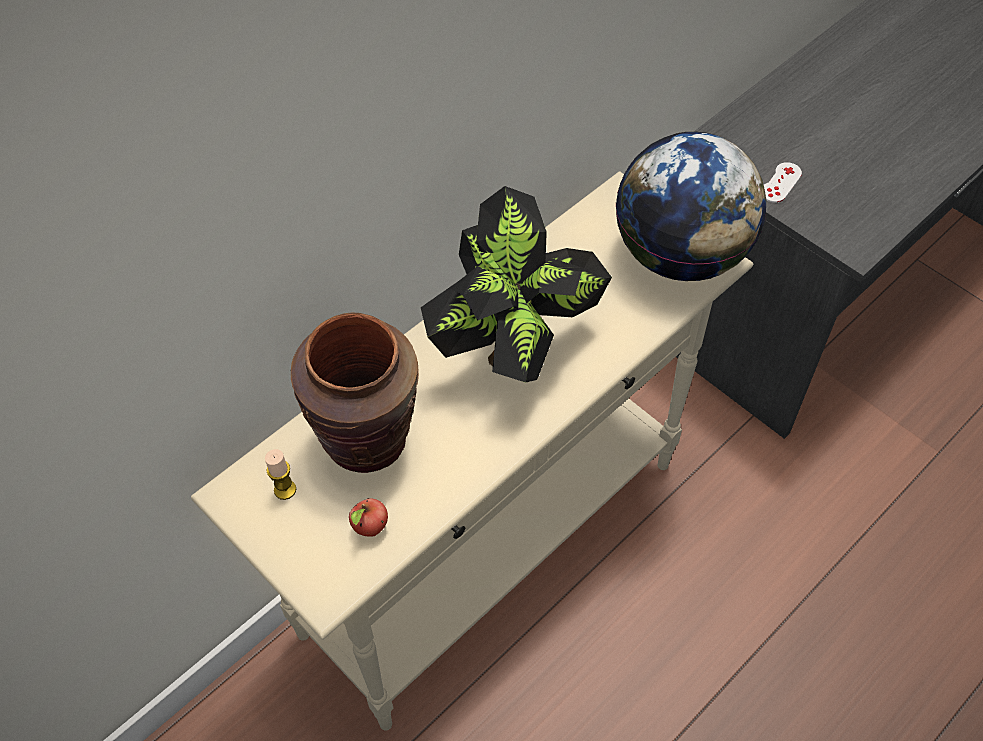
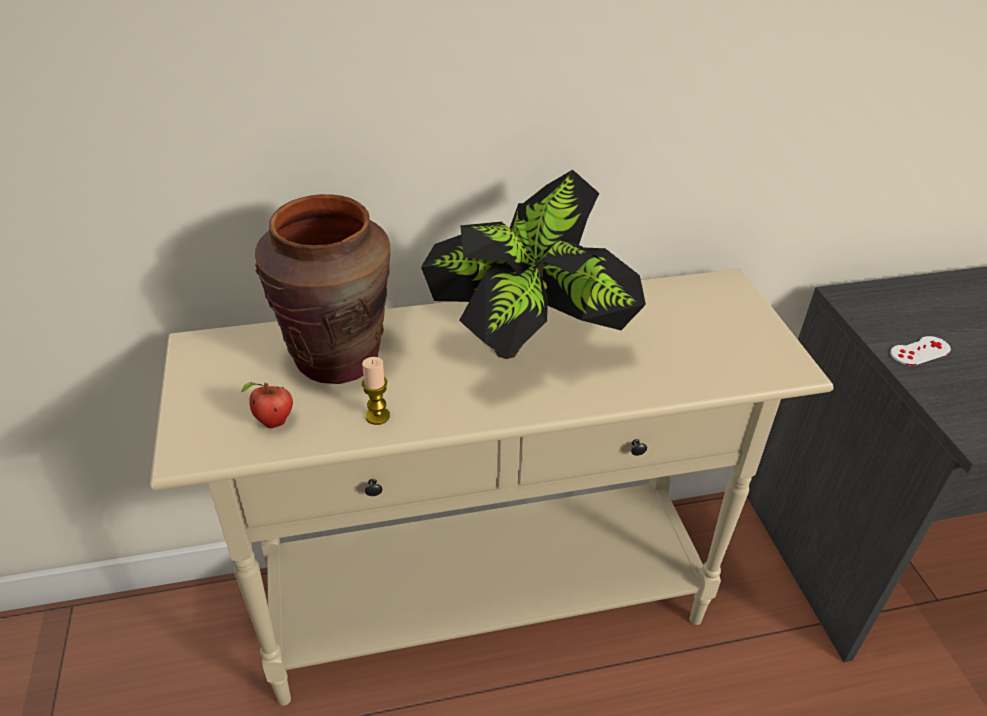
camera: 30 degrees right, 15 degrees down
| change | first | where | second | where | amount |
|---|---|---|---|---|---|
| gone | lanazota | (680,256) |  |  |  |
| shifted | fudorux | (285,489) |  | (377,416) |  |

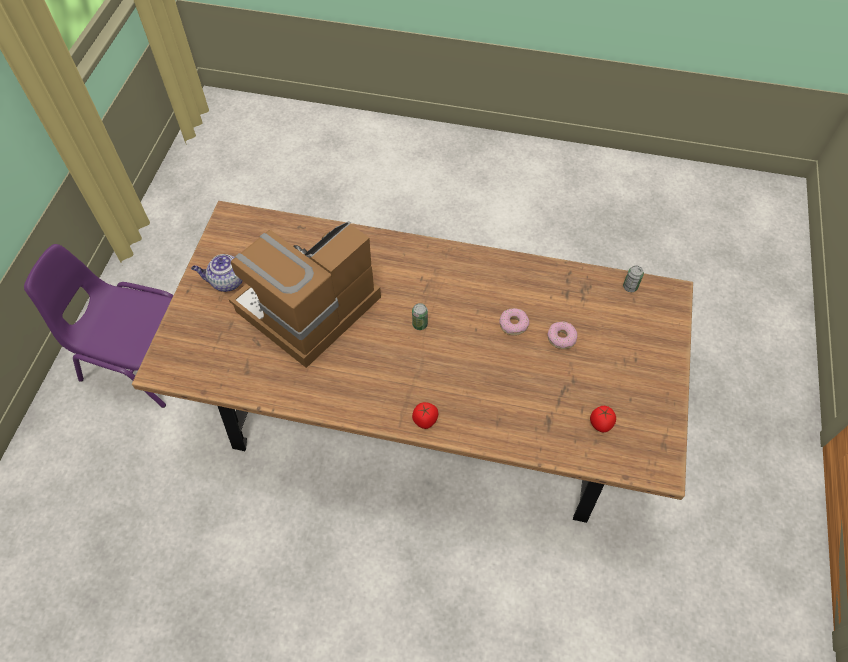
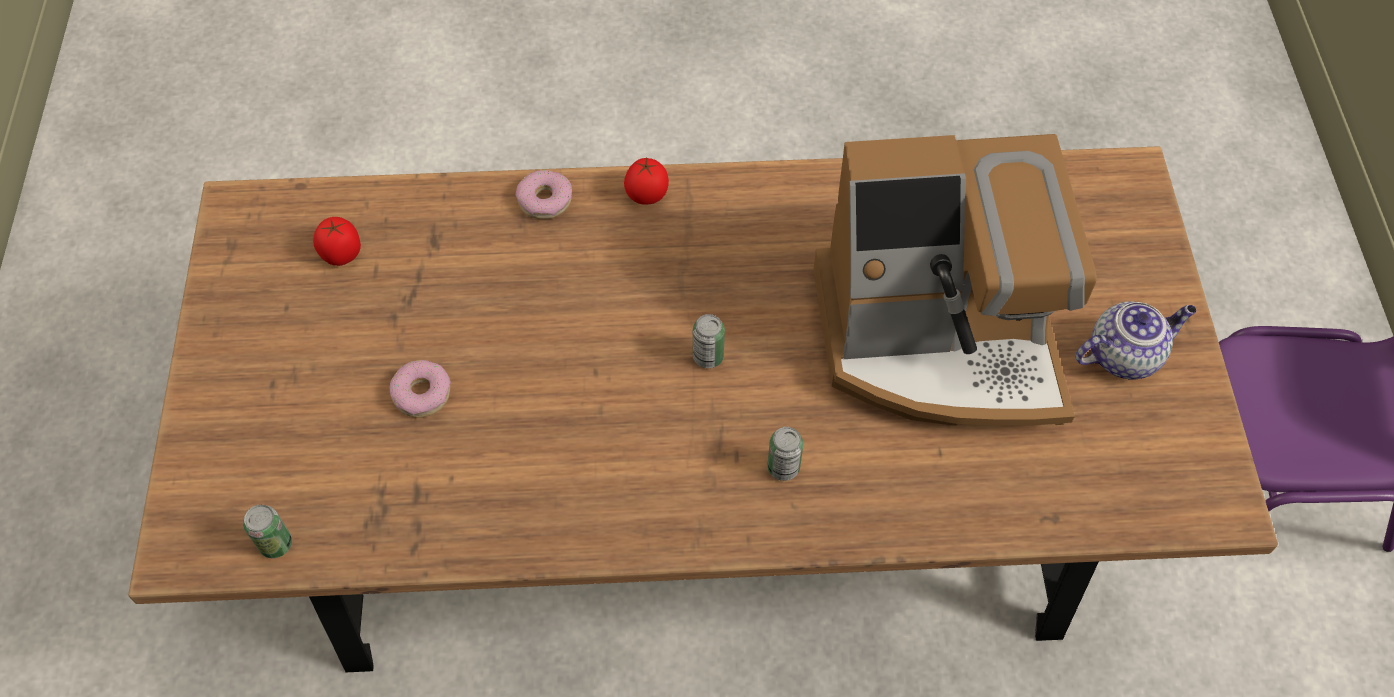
camera: 165 degrees right, 0 degrees up
| change | first | where | second | where | amount |
|---|---|---|---|---|---|
| new |  |  | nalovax | (783,467) |  |
| shifted | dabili | (513,324) |  | (545,200) |  |
| rotated | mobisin | (308,307) |  | (938,340) | 60 degrees clockwise |

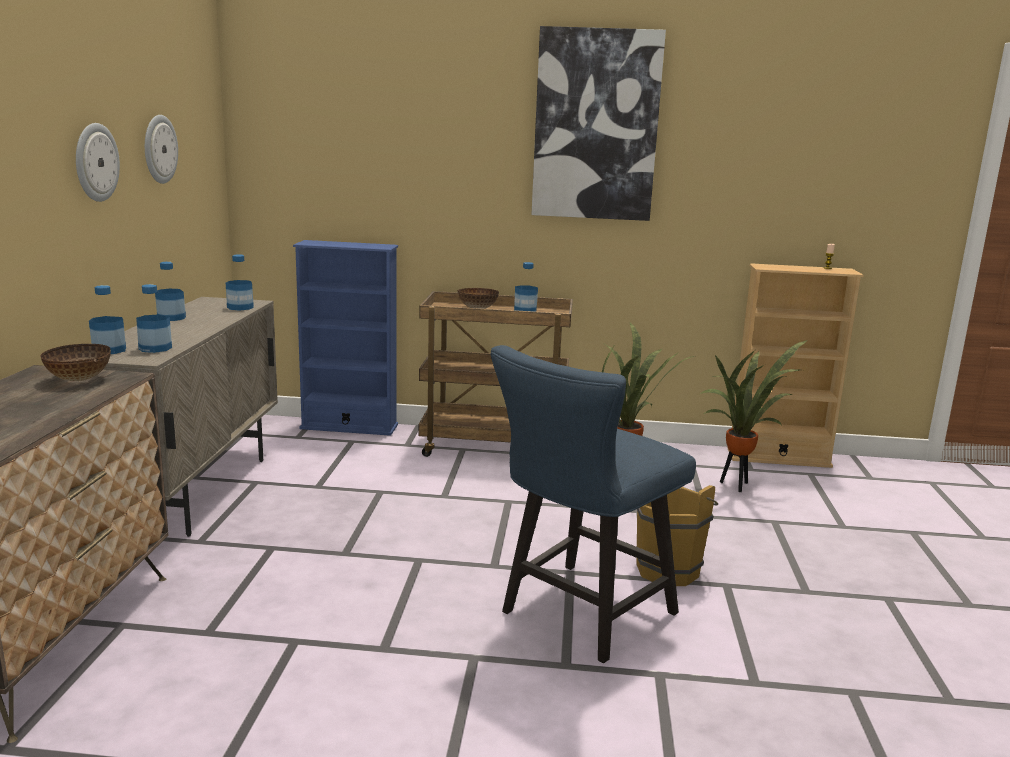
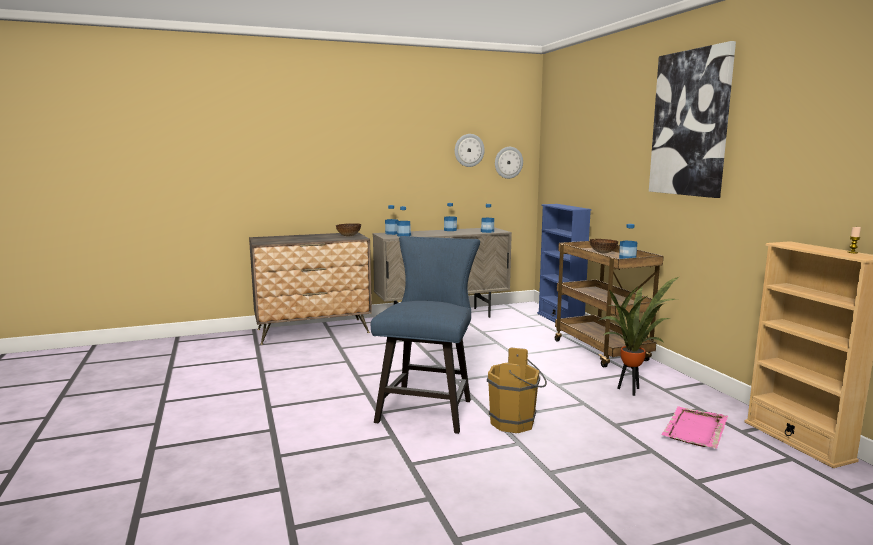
camera: 65 degrees right, 5 degrees down
| change | first | where | second | where | amount |
|---|---|---|---|---|---|
| shifted | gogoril | (95,162) |  | (508,162) |  |
| swapped | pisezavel | (737,486) | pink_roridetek | (694,430) |  |
| rotated | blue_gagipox | (580,616) |  | (428,408) | 90 degrees clockwise |

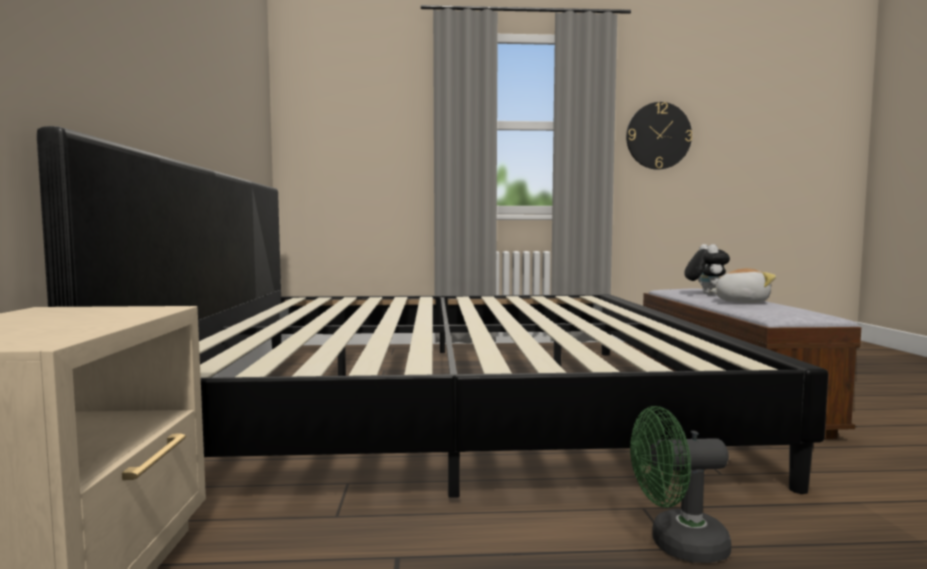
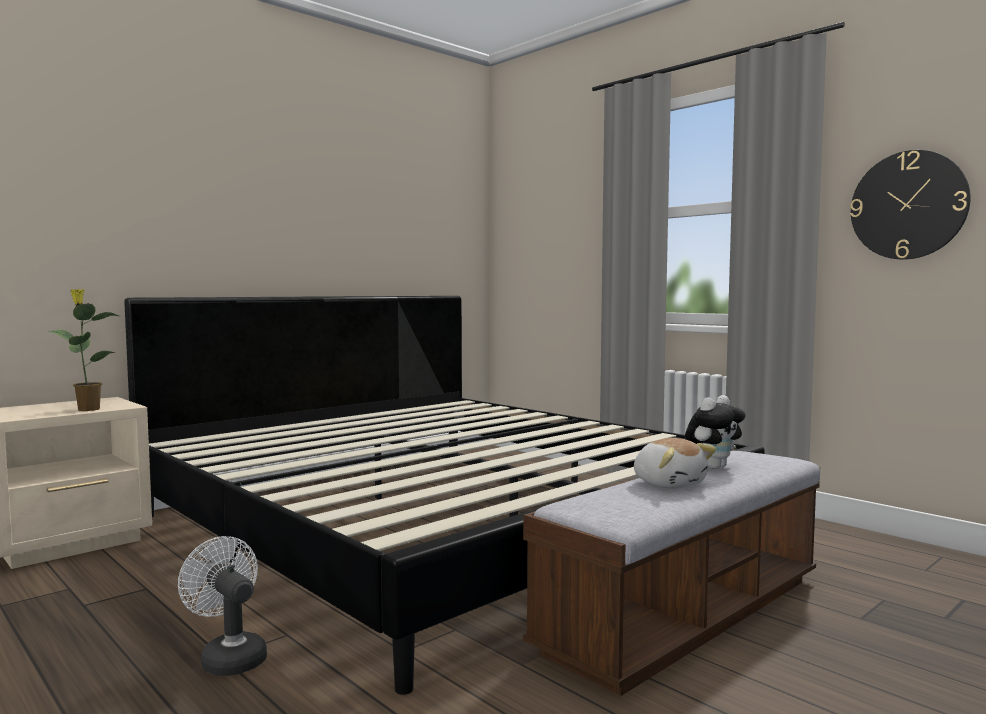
camera: 50 degrees right, 0 degrees up
| change | first | where | second | where | amount |
|---|---|---|---|---|---|
| new |  |  | pisezavel | (87,409) |  |
| repainted | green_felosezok | (677,545) | white_felosezok | (229,657) |  |

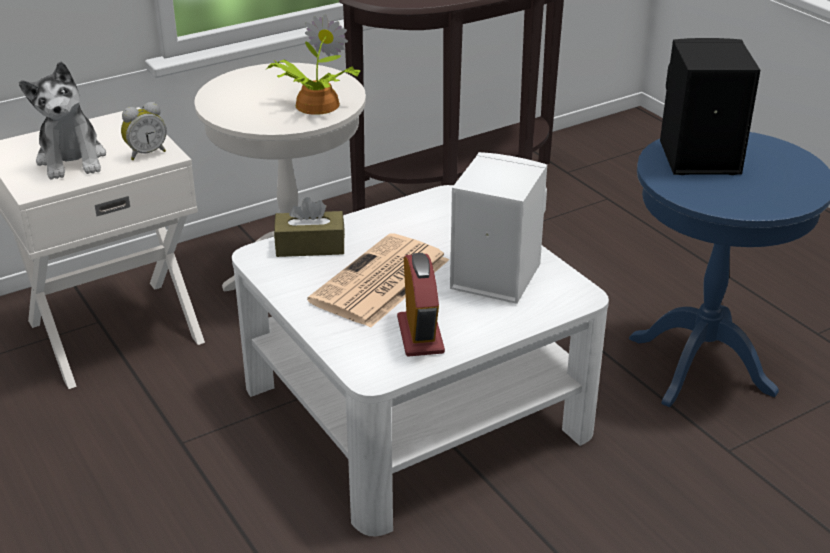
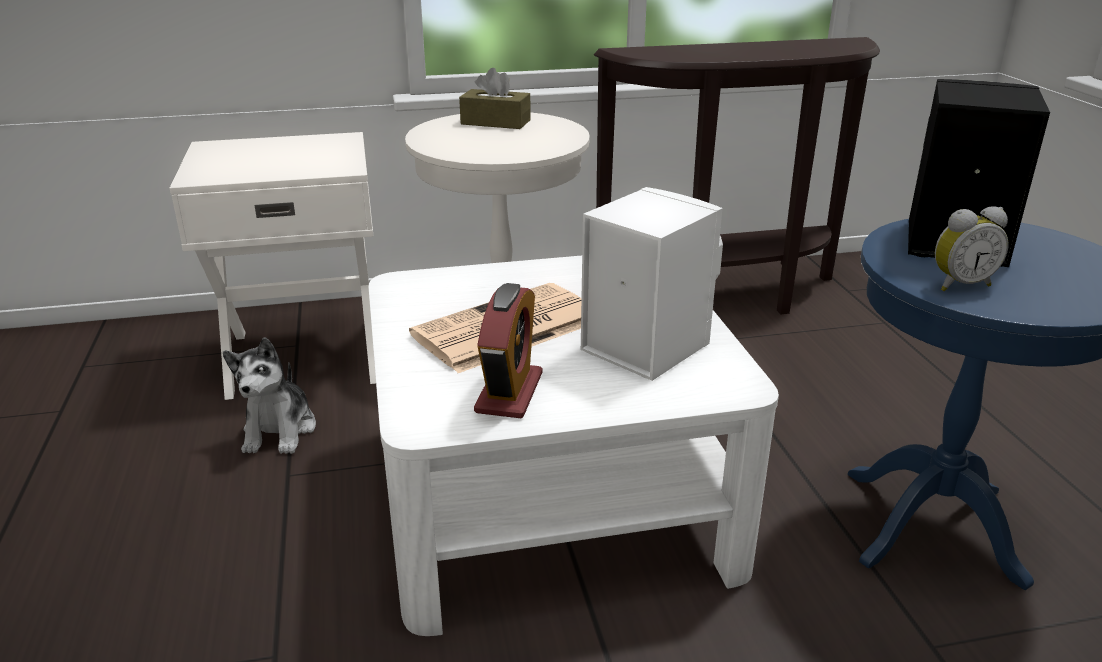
camera: 20 degrees right, 5 degrees down
| change | first | where | second | where | amount |
|---|---|---|---|---|---|
| gone | pisezavel | (314,105) |  |  |  |
| shifted | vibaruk | (72,159) |  | (280,431) |  |
| shifted | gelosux | (146,153) |  | (959,284) |  |
| shifted | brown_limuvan | (310,246) |  | (495,122) |  |

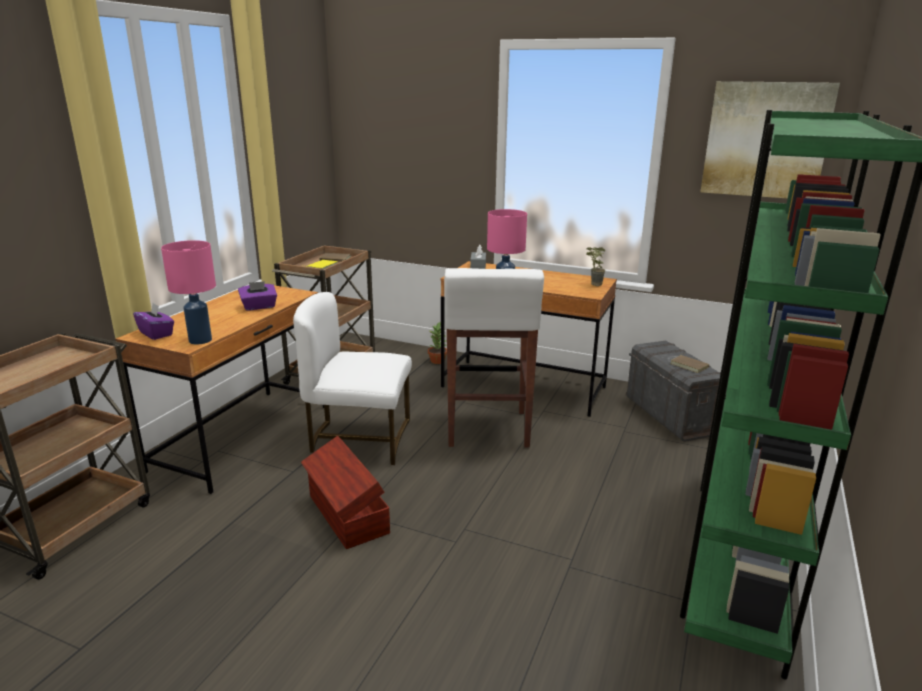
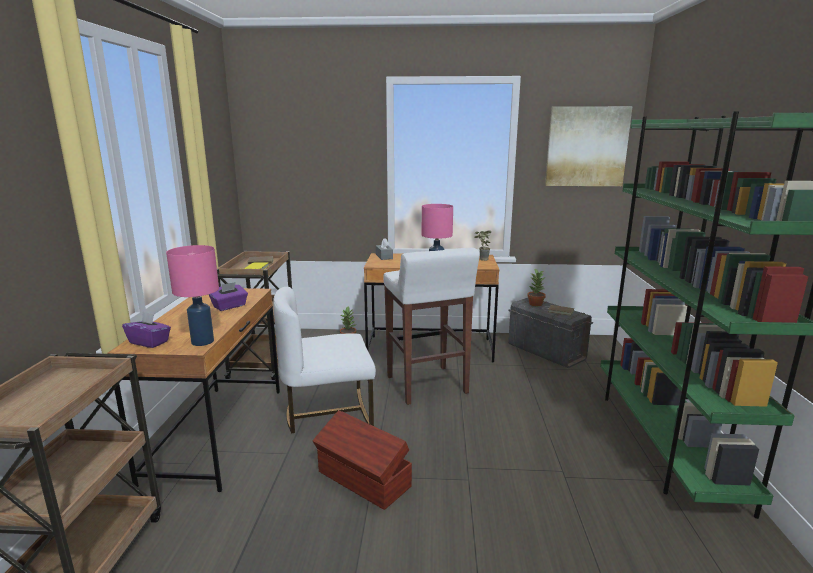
camera: 20 degrees left, 5 degrees down
| change | first | where | second | where | amount |
|---|---|---|---|---|---|
| new |  |  | pisezavel | (535,304) |  |

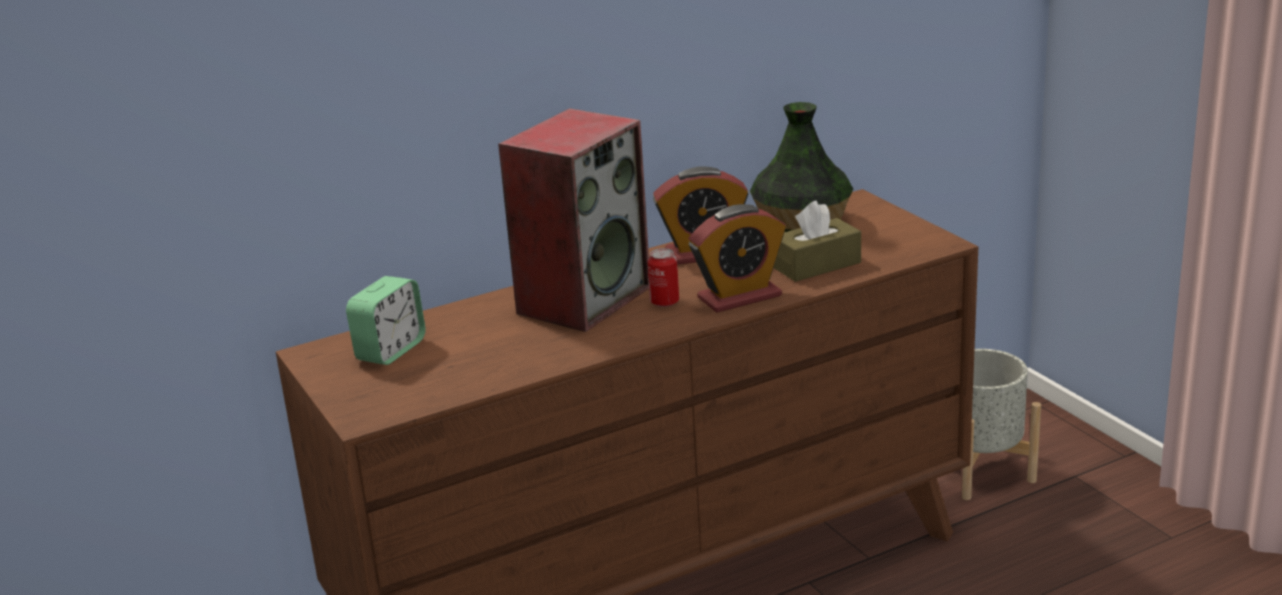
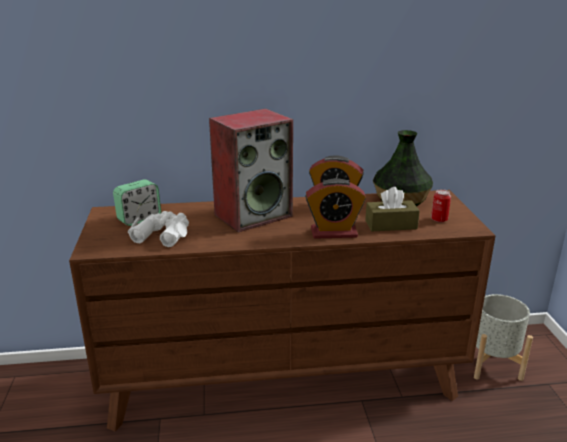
camera: 20 degrees right, 0 degrees up
| change | first | where | second | where | amount |
|---|---|---|---|---|---|
| new |  |  | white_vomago | (163,234) |  |
| shifted | nalovax | (664,302) |  | (439,219) |  |

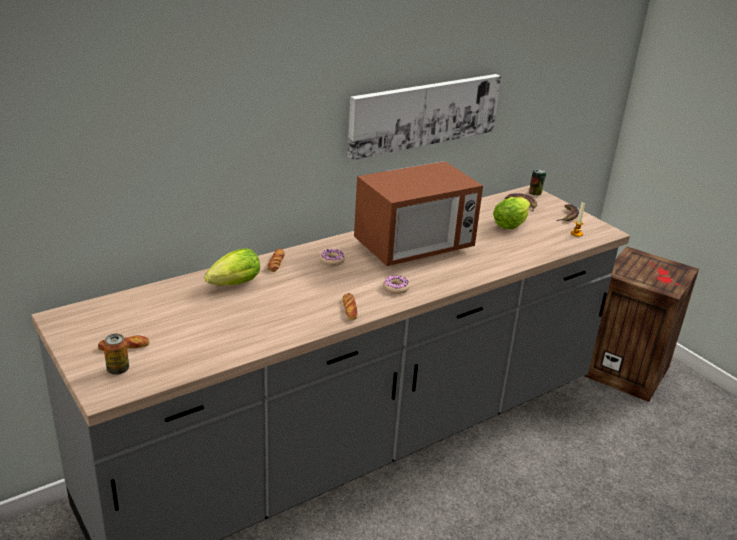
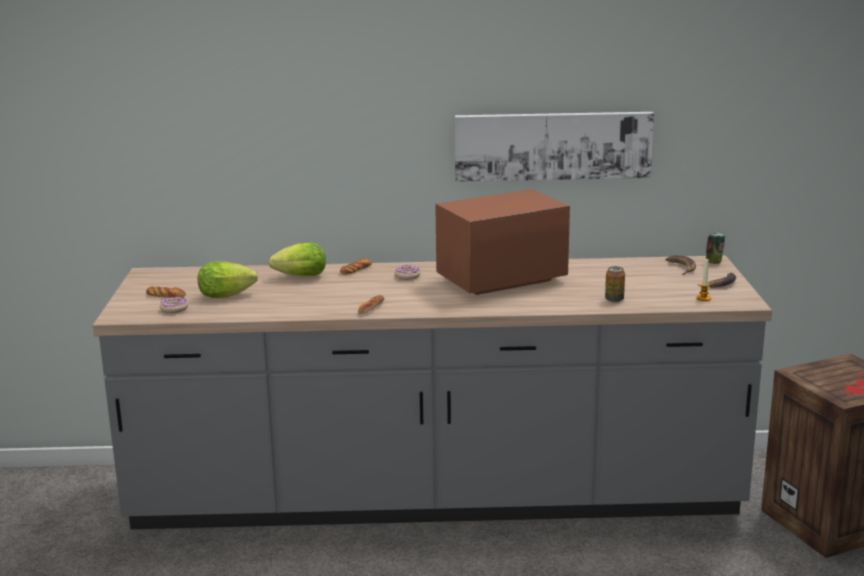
camera: 35 degrees right, 10 degrees down
| change | first | where | second | where | amount |
|---|---|---|---|---|---|
| shifted | nalovax | (118,369) |  | (614,299) |  |
| shifted | dabili | (395,288) |  | (174,309) |  |
| shifted | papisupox | (512,224) |  | (229,295) |  |
| rotated | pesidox | (414,247) |  | (501,280) | 150 degrees clockwise |

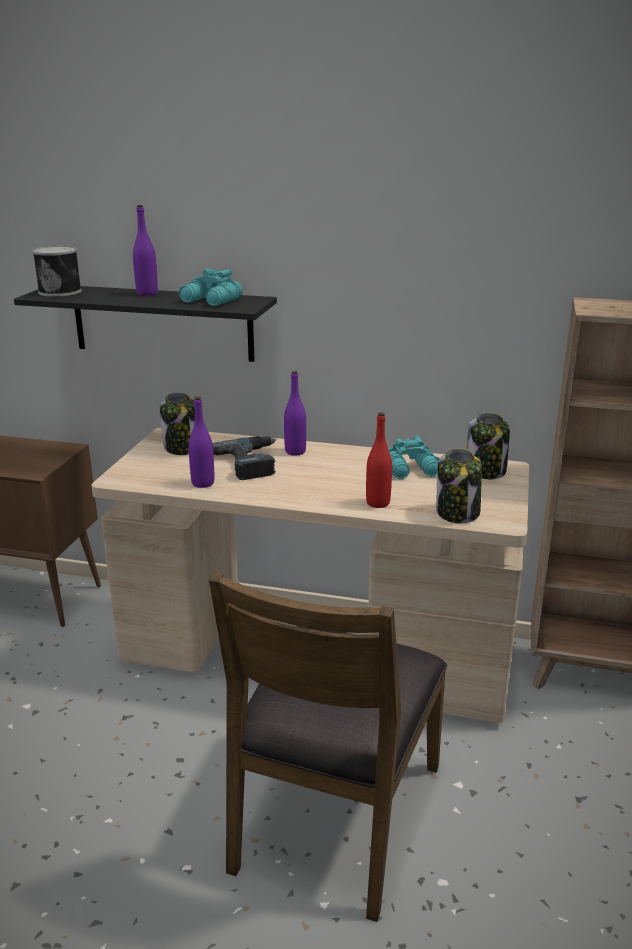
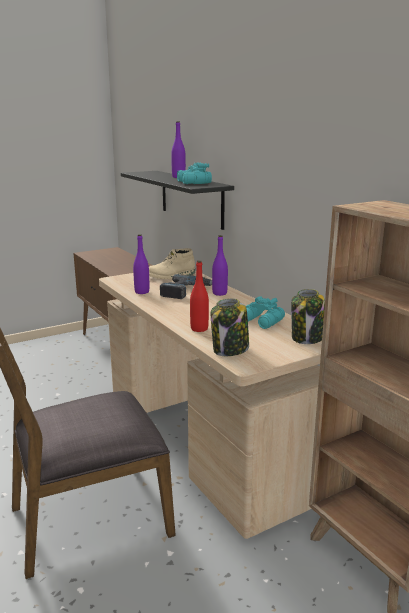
camera: 45 degrees right, 5 degrees down
| change | first | where | second | where | amount |
|---|---|---|---|---|---|
| gone | nalovax | (61,291) |  |  |  |
| swapped | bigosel | (182,448) | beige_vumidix | (171,276) |  |

